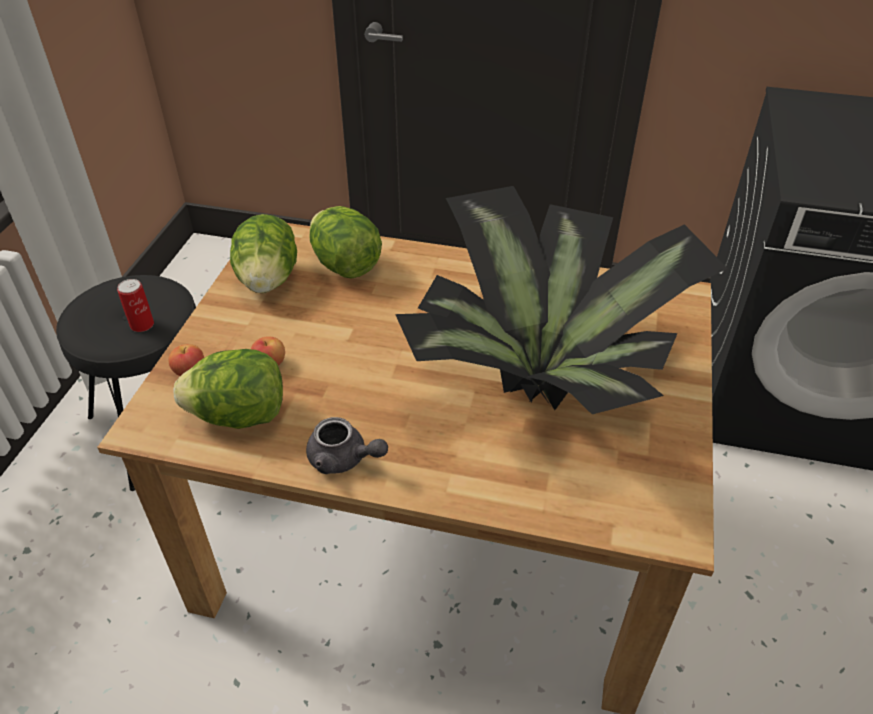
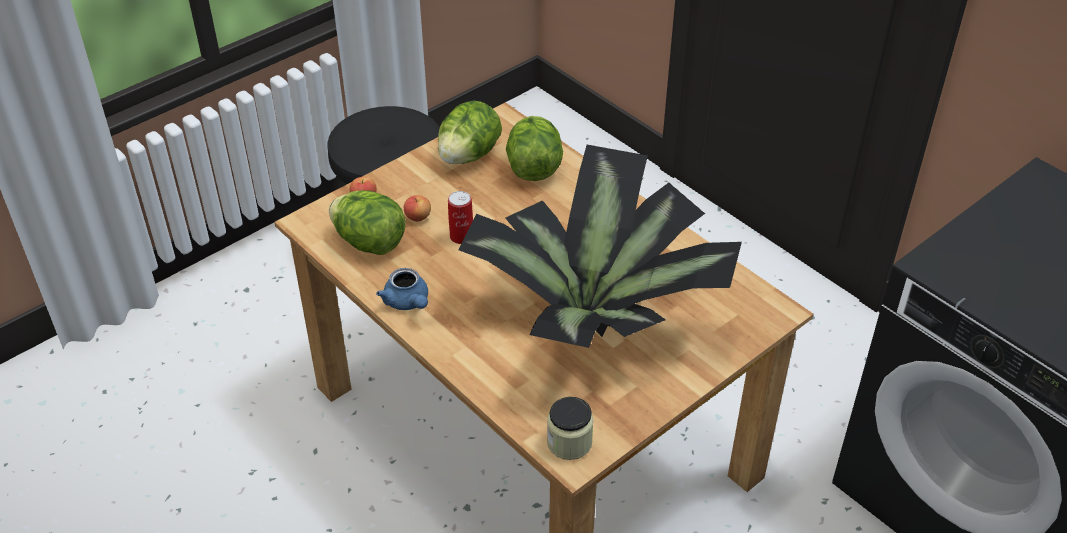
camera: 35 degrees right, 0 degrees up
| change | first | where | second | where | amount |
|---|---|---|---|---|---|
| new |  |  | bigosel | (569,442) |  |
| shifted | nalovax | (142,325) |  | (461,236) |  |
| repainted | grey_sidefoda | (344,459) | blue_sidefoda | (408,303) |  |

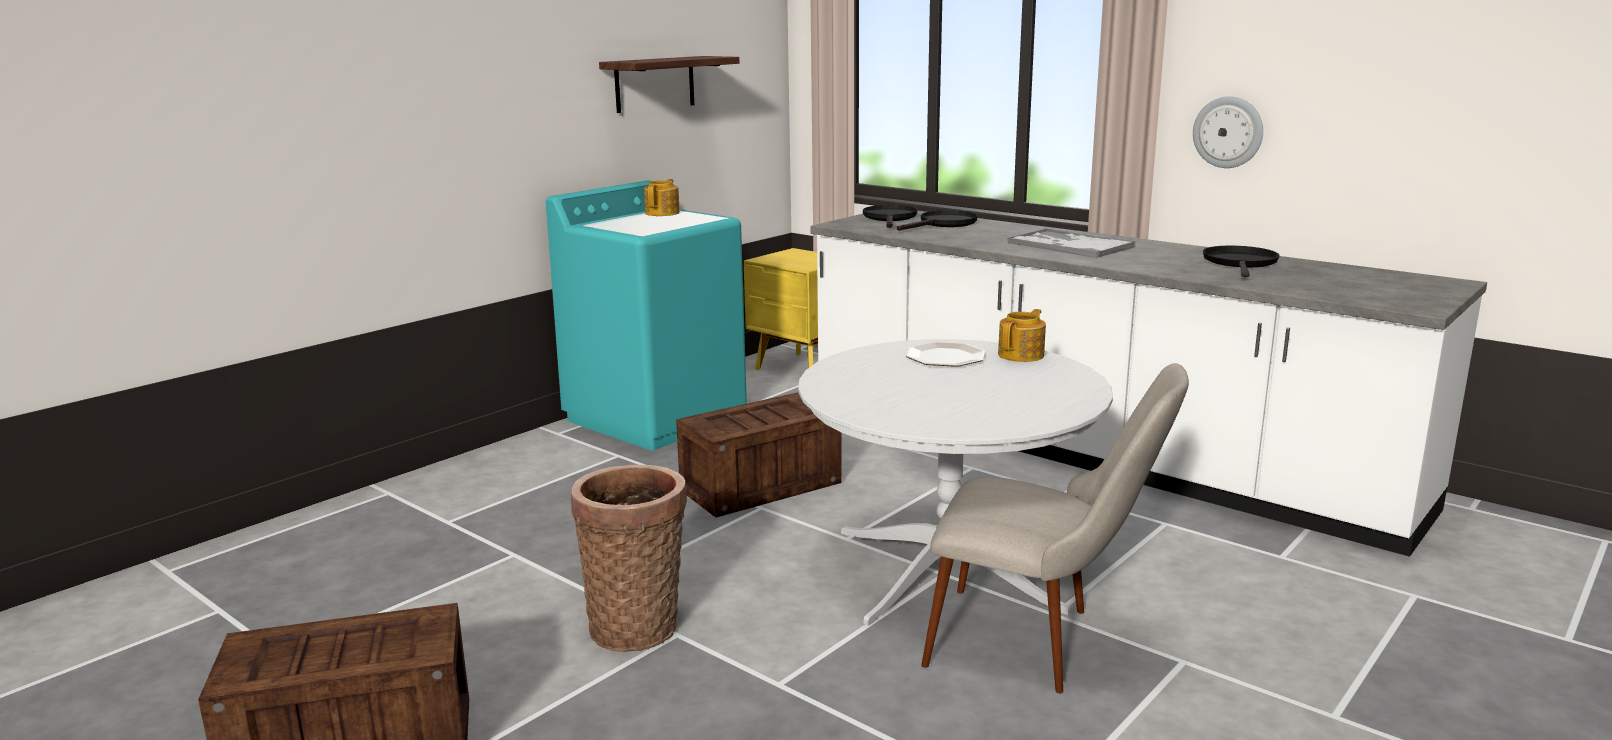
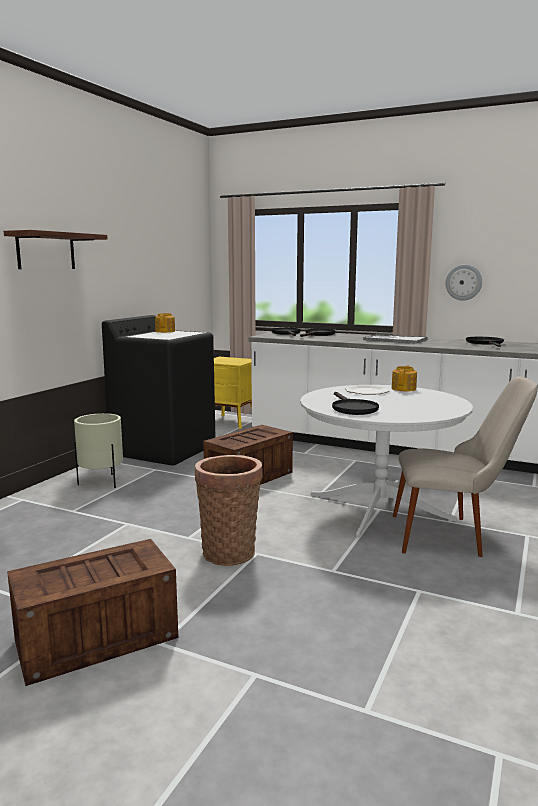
camera: 15 degrees left, 5 degrees down
| change | first | where | second | where | amount |
|---|---|---|---|---|---|
| new |  |  | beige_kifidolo | (102,482) |  |
| new |  |  | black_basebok | (352,408) |  |
| shifted | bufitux | (655,83) |  | (46,251) |  |
| repainted | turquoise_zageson | (656,417) | black_zageson | (164,449) |  |

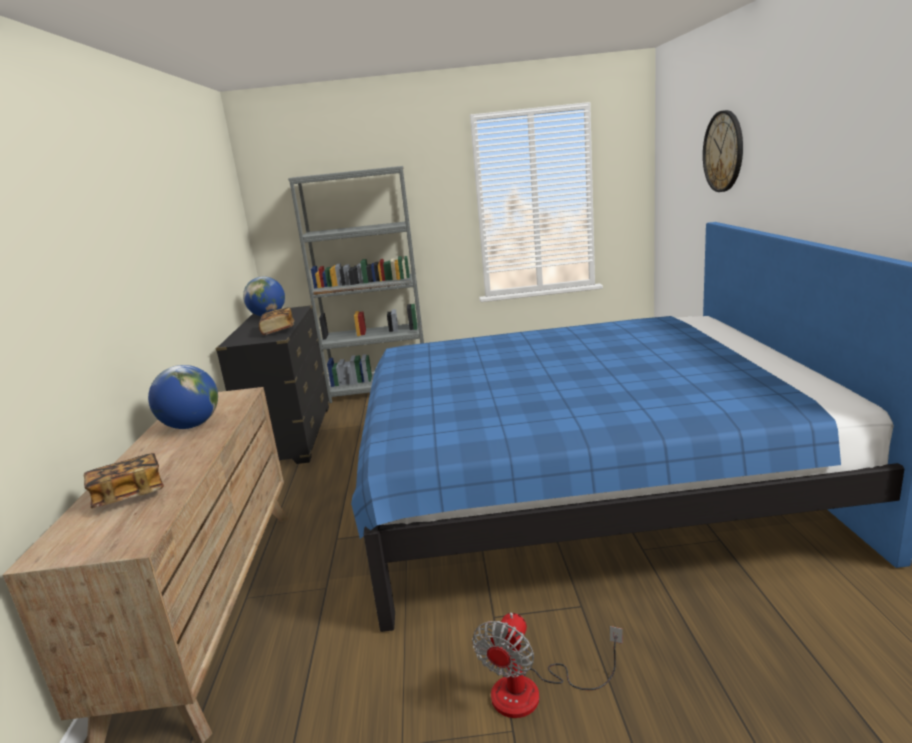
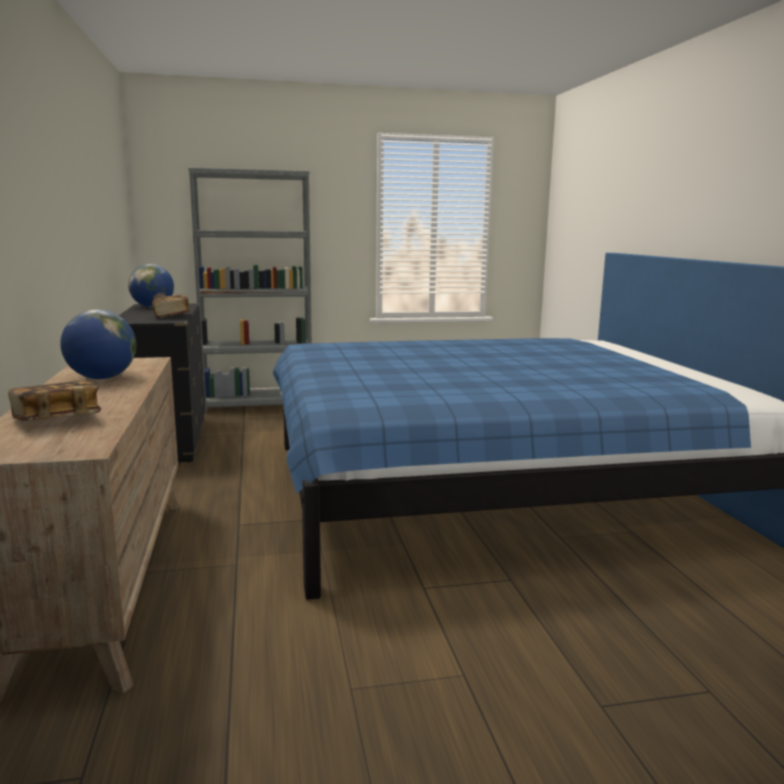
camera: 10 degrees left, 5 degrees down
| change | first | where | second | where | amount |
|---|---|---|---|---|---|
| gone | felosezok | (533,692) |  |  |  |
| gone | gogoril | (723,151) |  |  |  |

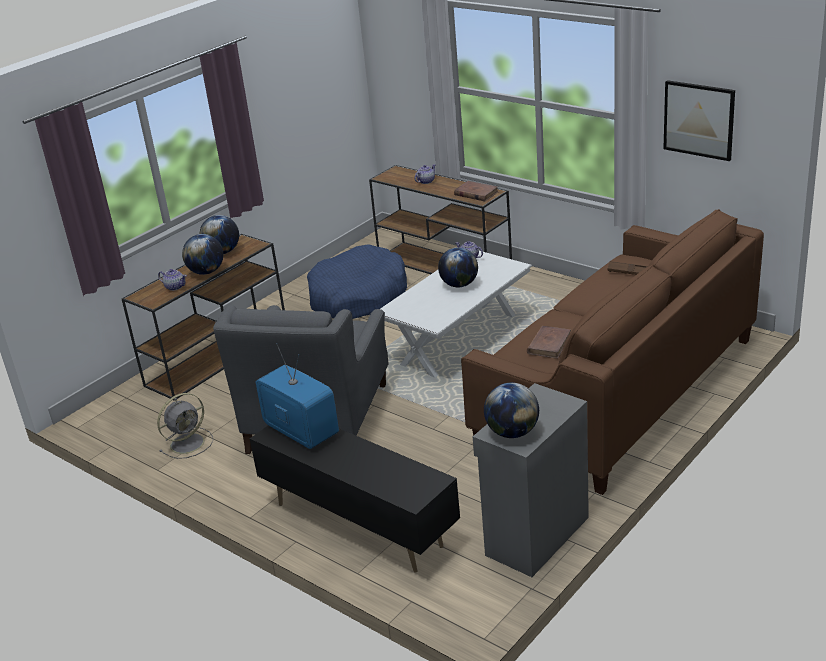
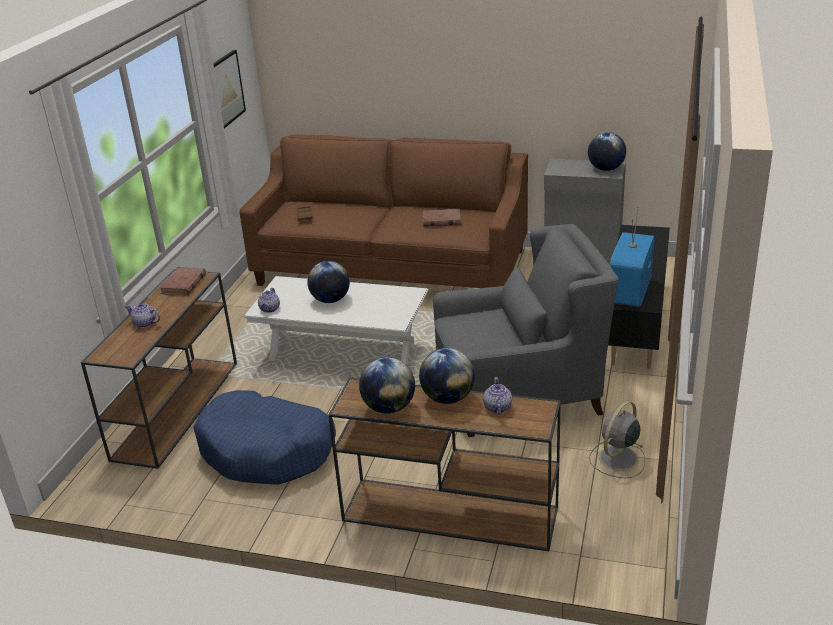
camera: 115 degrees left, 0 degrees up
| change | first | where | second | where | amount |
|---|---|---|---|---|---|
| rotated | grey_felosezok | (188,443) |  | (617,459) | 75 degrees counterclockwise |

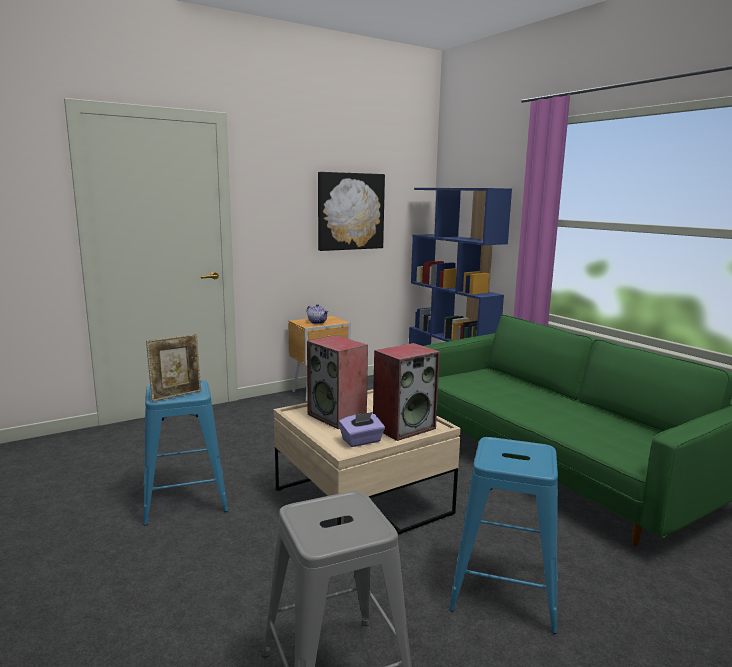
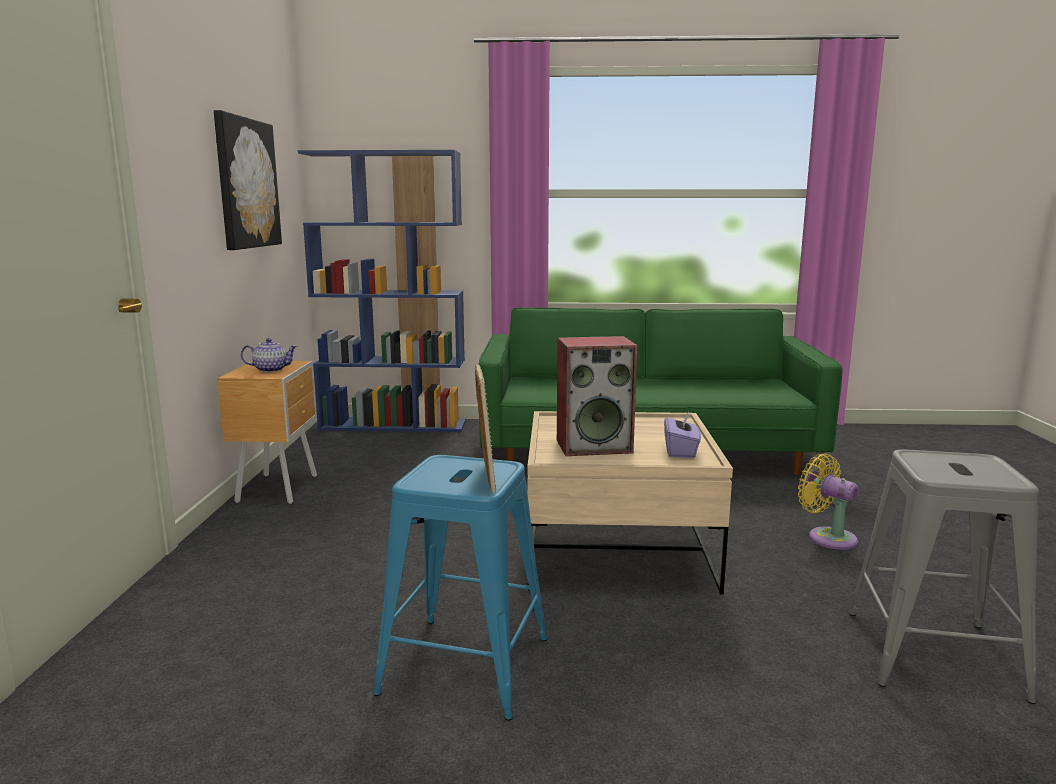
camera: 55 degrees left, 0 degrees up
| change | first | where | second | where | amount |
|---|---|---|---|---|---|
| gone | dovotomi | (404,427) |  |  |  |
| swapped | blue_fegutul | (505,588) | yellow_felosezok | (827,537) |  |

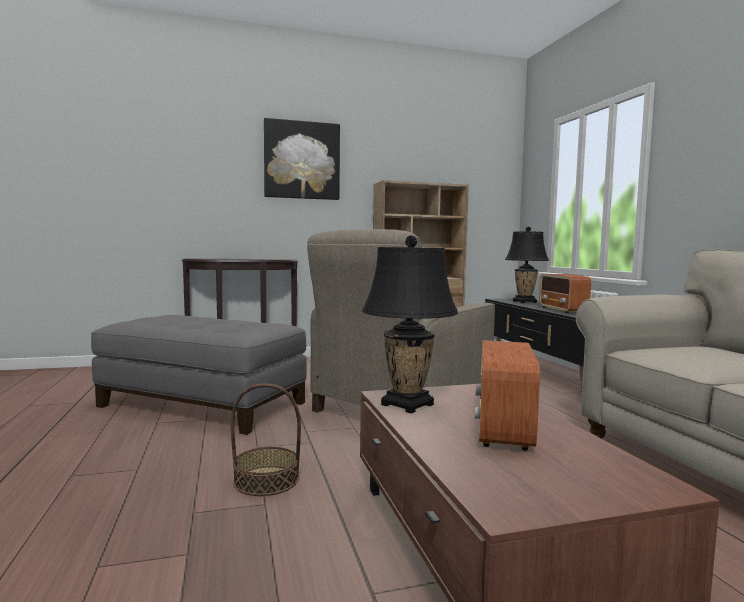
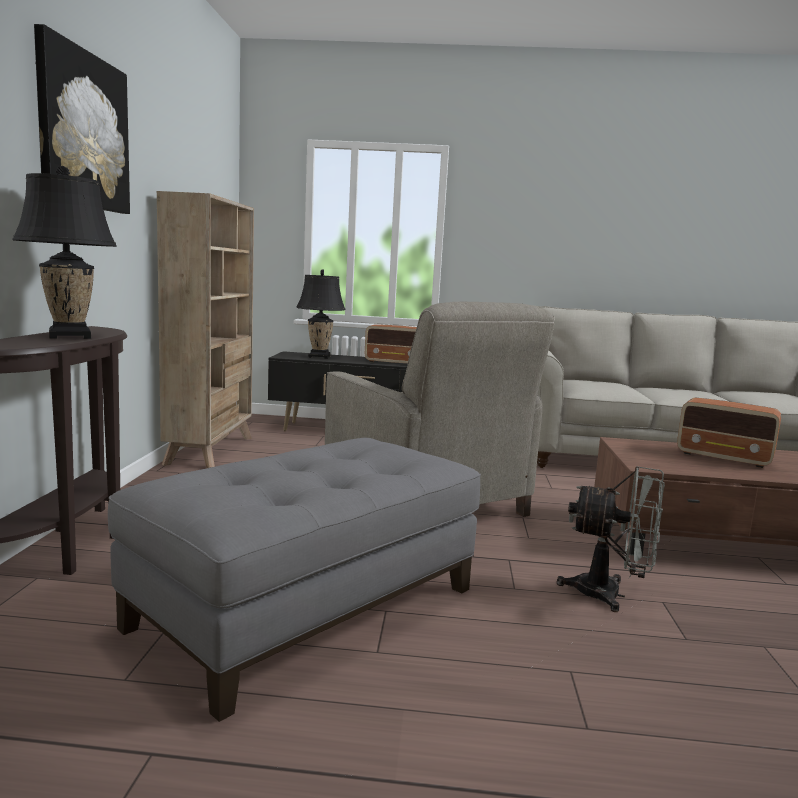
camera: 70 degrees left, 5 degrees up
| change | first | where | second | where | amount |
|---|---|---|---|---|---|
| shifted | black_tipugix | (407,404) |  | (69,336) |  |
| swapped | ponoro | (266,480) | grey_felosezok | (610,594) |  |

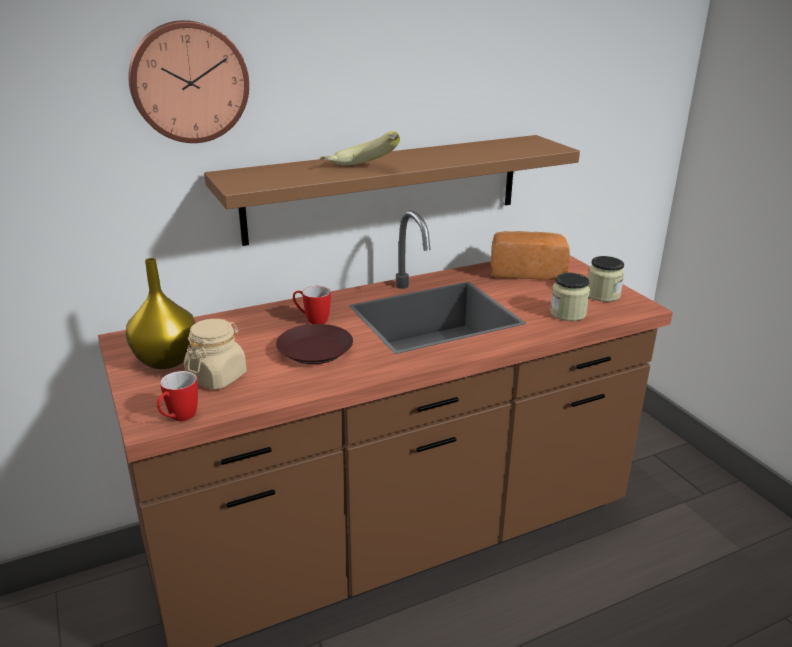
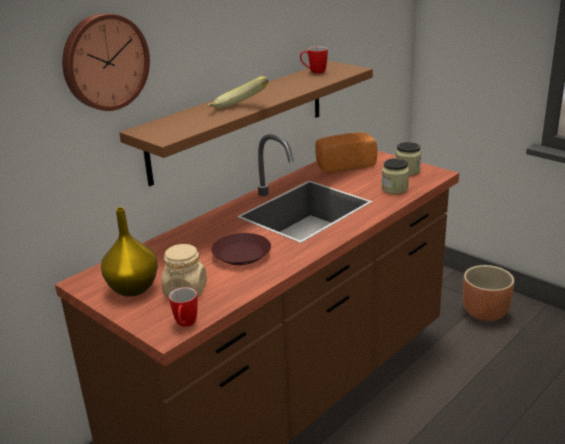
camera: 20 degrees left, 0 degrees up
| change | first | where | second | where | amount |
|---|---|---|---|---|---|
| new |  |  | brown_kifidolo | (485,312) |  |
| shifted | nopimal | (312,320) |  | (314,72) |  |

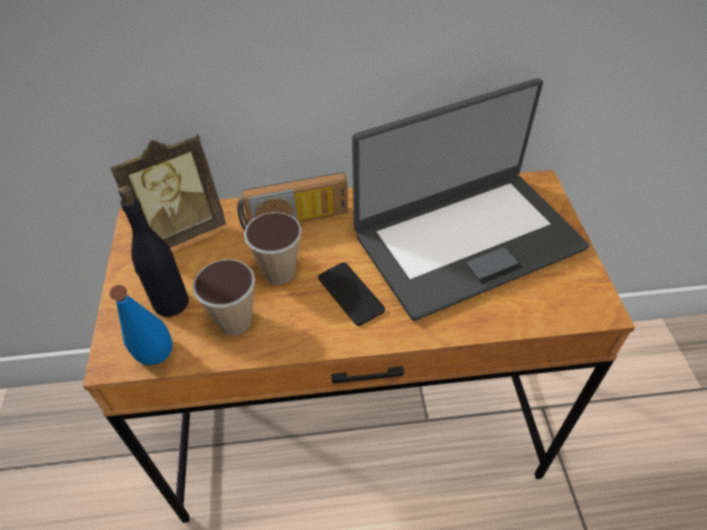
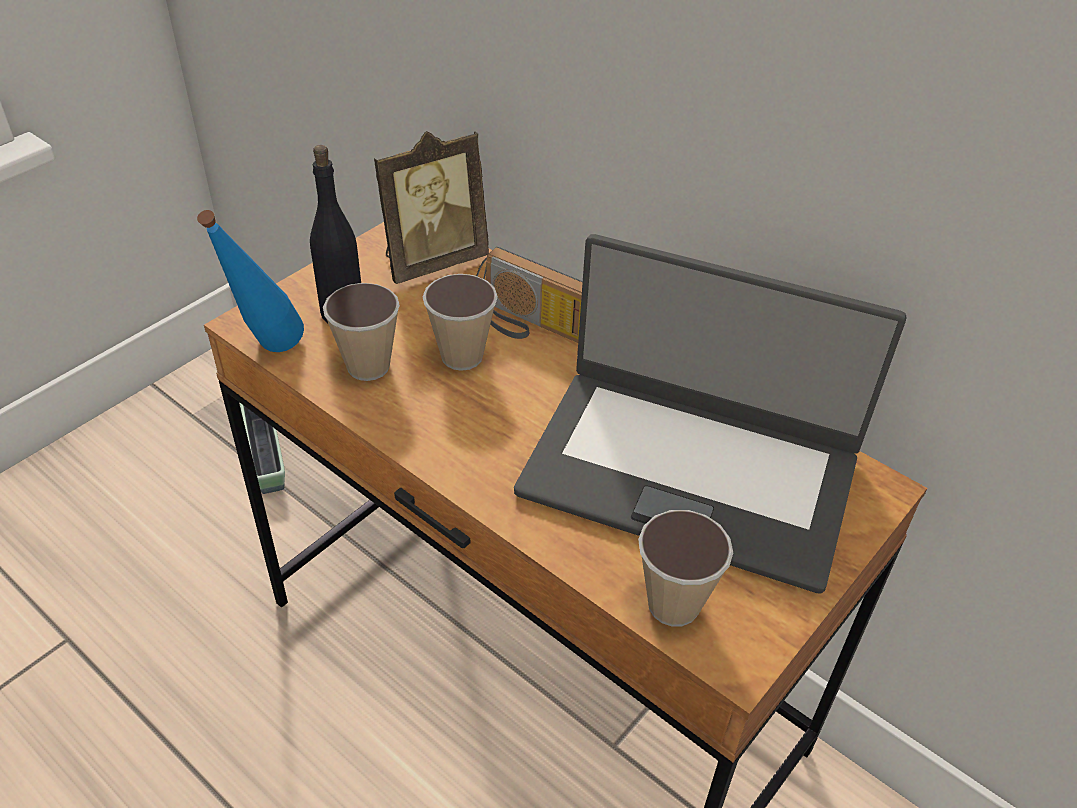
camera: 45 degrees right, 5 degrees down
| change | first | where | second | where | amount |
|---|---|---|---|---|---|
| gone | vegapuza | (350,294) |  |  |  |
| new |  |  | kifidolo | (265,454) |  |
| new |  |  | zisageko | (673,604) |  |
| rotated | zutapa | (182,231) |  | (432,261) | 45 degrees counterclockwise |

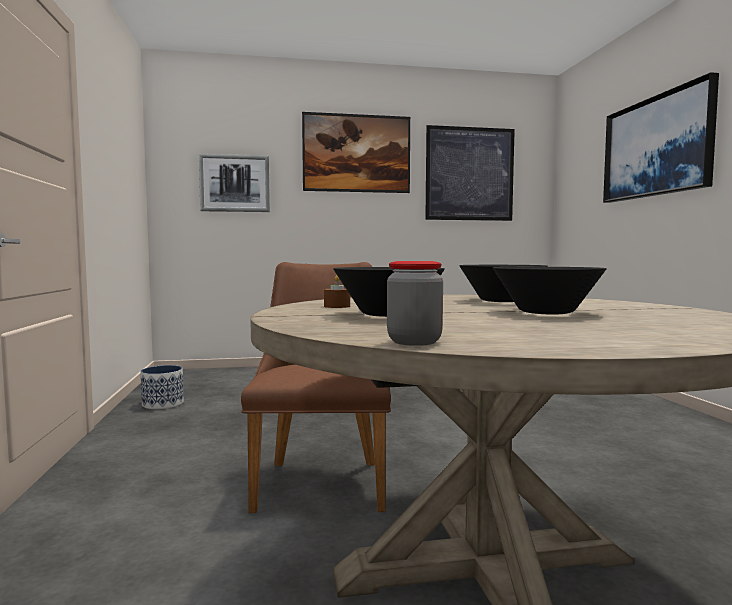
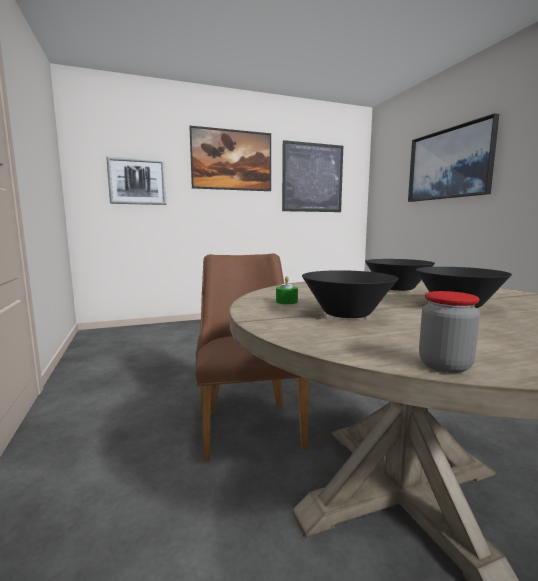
camera: 10 degrees left, 5 degrees up
| change | first | where | second | where | amount |
|---|---|---|---|---|---|
| gone | kifidolo | (162,404) |  |  |  |
| repainted | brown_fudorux | (337,306) | green_fudorux | (286,302) |  |

